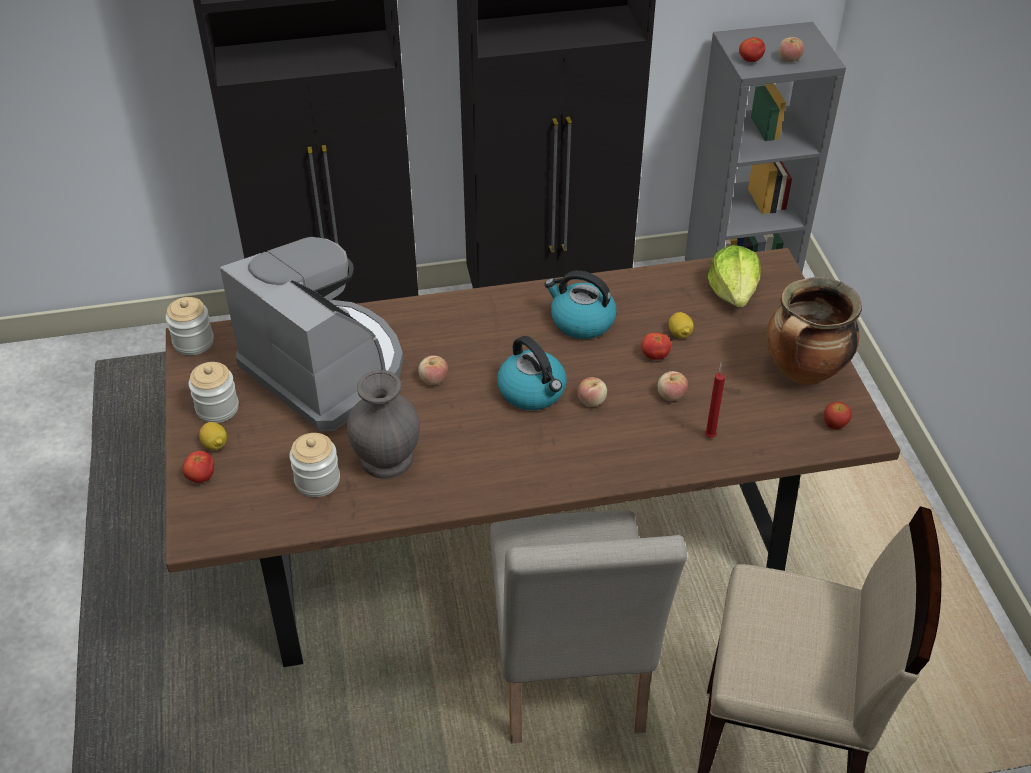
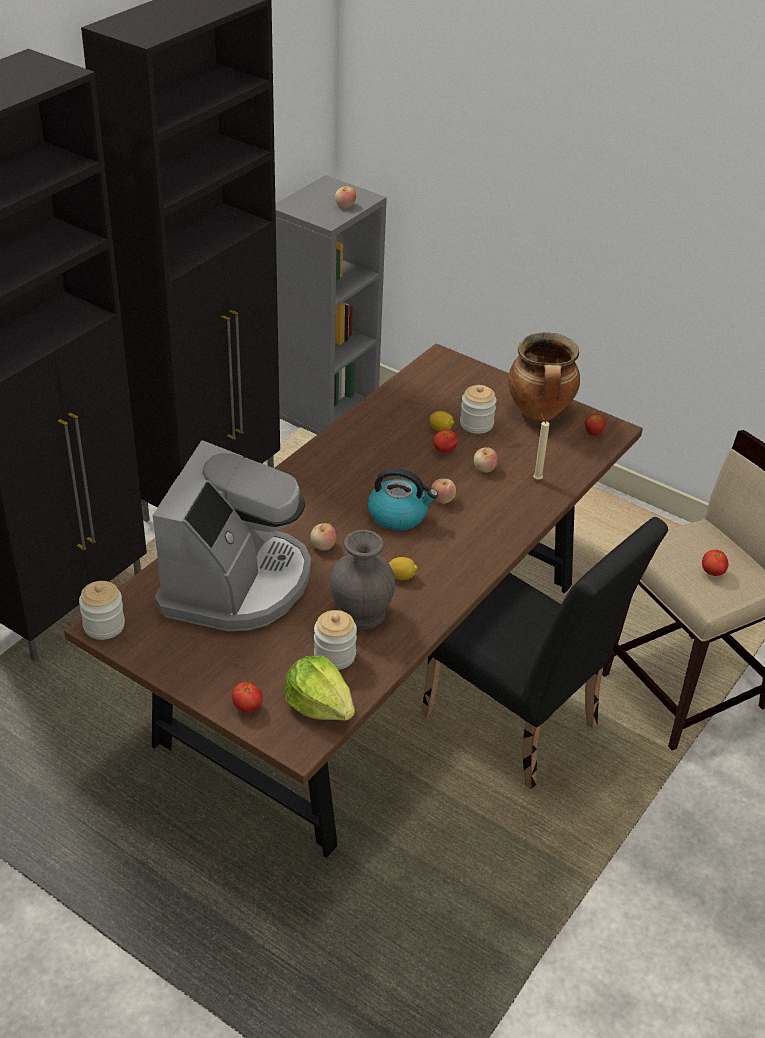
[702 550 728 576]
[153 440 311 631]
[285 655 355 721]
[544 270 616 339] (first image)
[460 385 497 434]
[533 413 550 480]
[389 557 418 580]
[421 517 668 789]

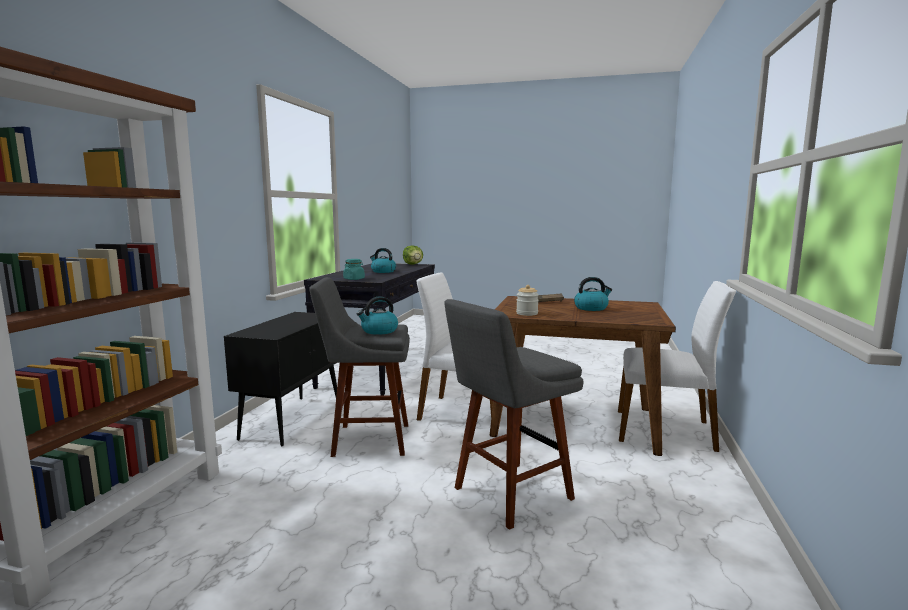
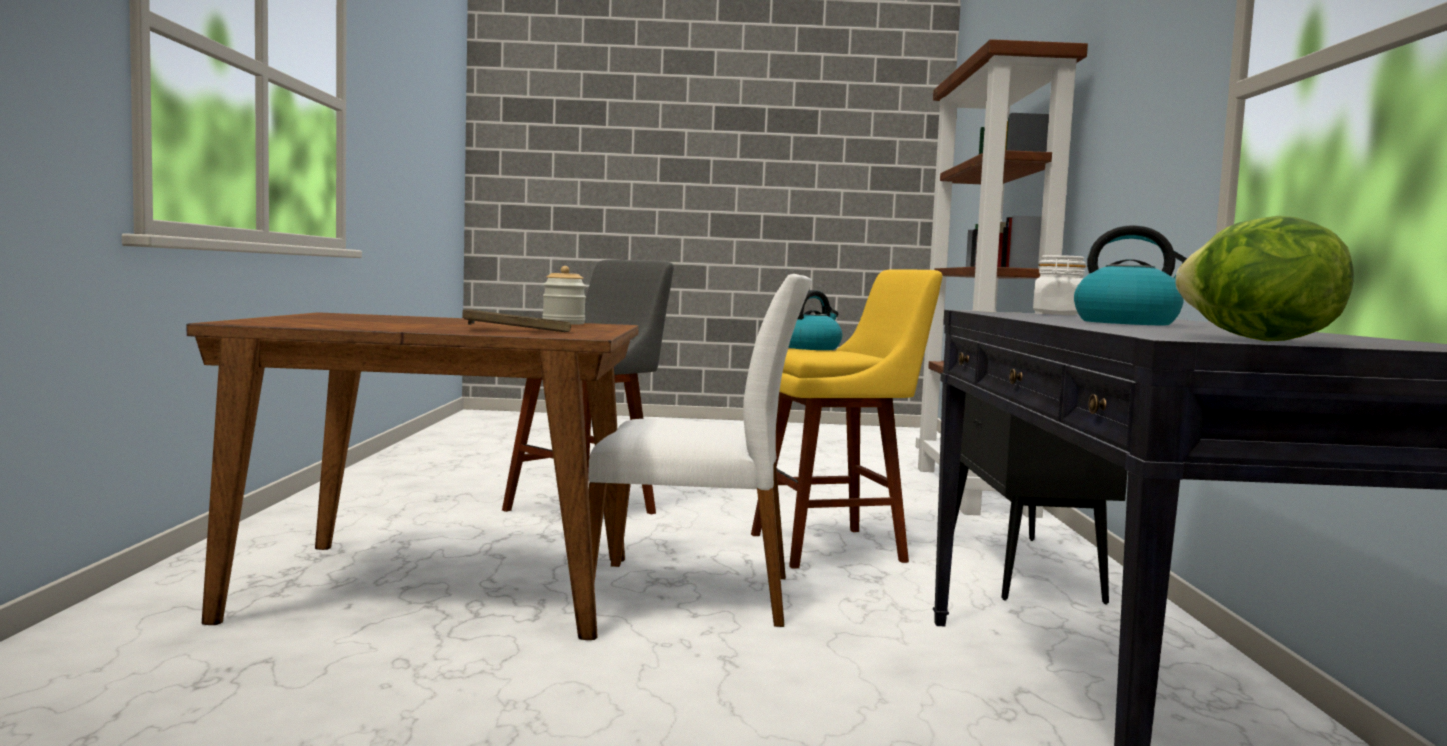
[1033 255 1086 315]
[751 269 943 569]
[574 277 612 311] (first image)
[618 281 736 452] (first image)

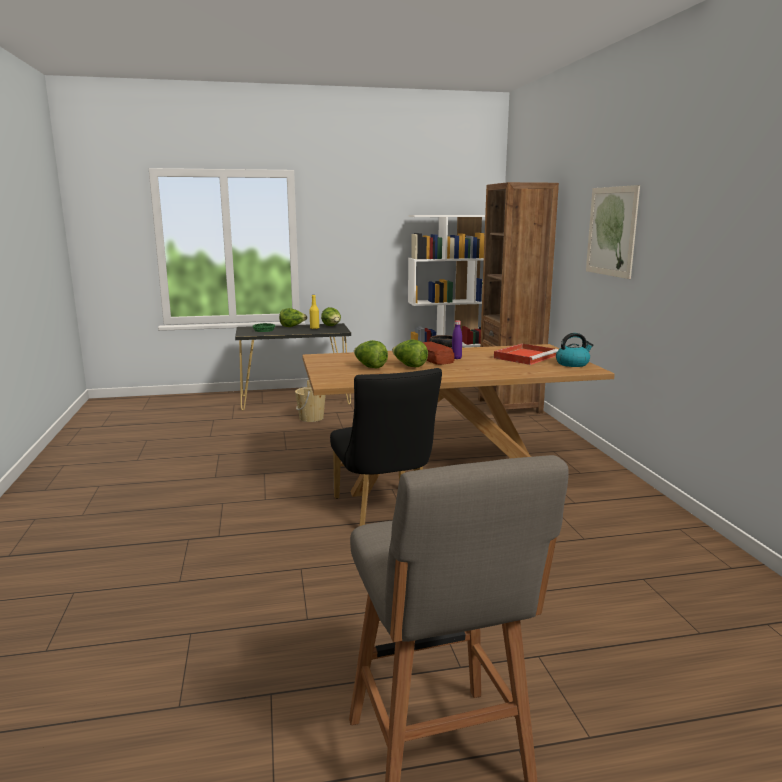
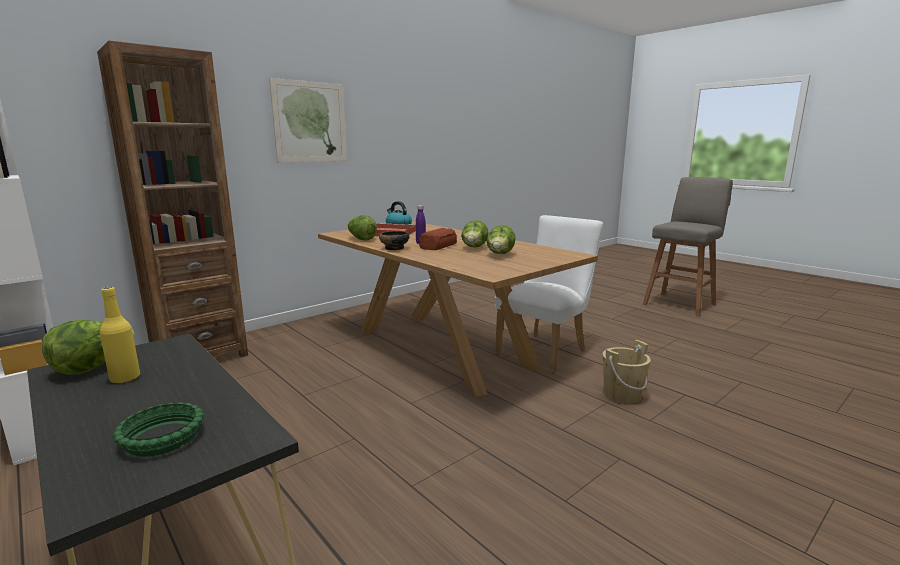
[348 215 377 241]
[495 215 603 373]
[603 340 651 404]

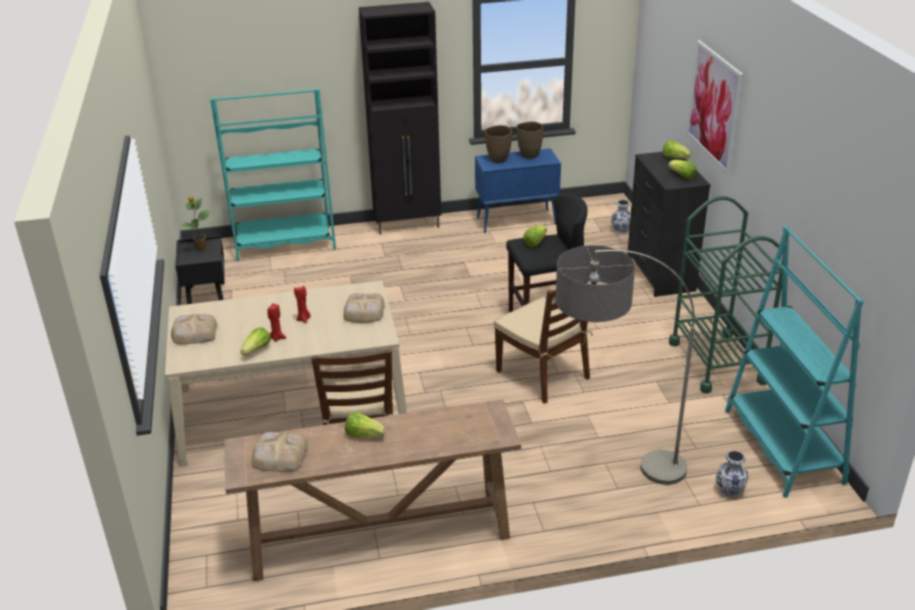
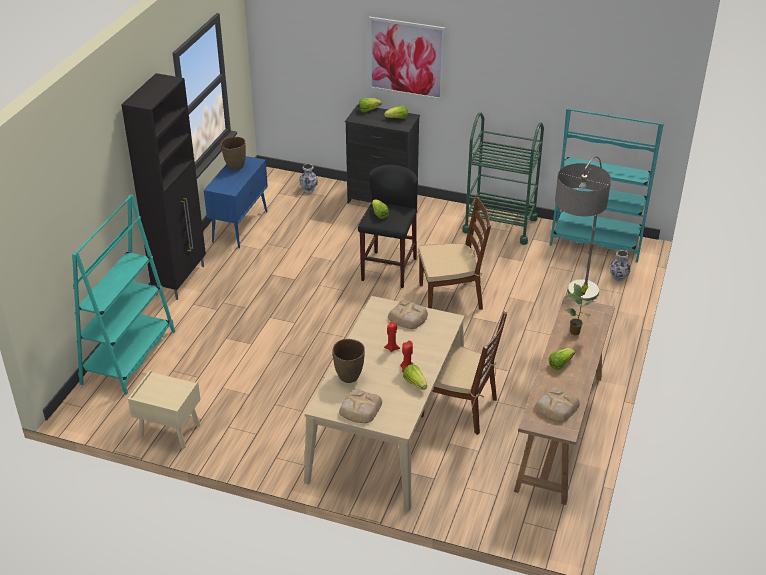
[333 339 365 383]
[564 283 596 335]
[128 370 201 449]

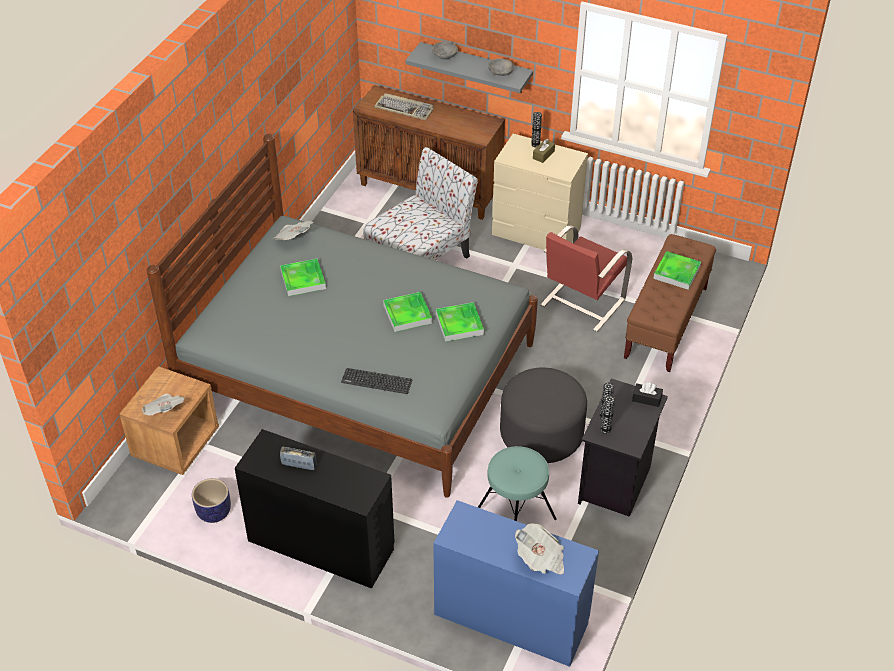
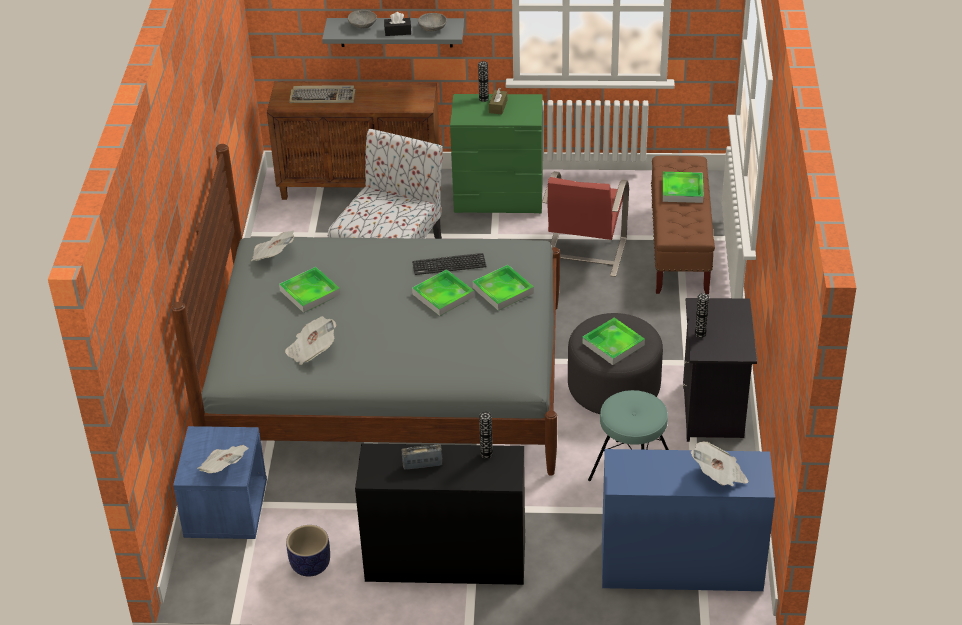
[450 94 543 213]
[173 426 267 539]
[412 253 486 275]
[384 12 411 36]
[479 412 493 459]
[285 316 337 365]
[582 317 645 365]

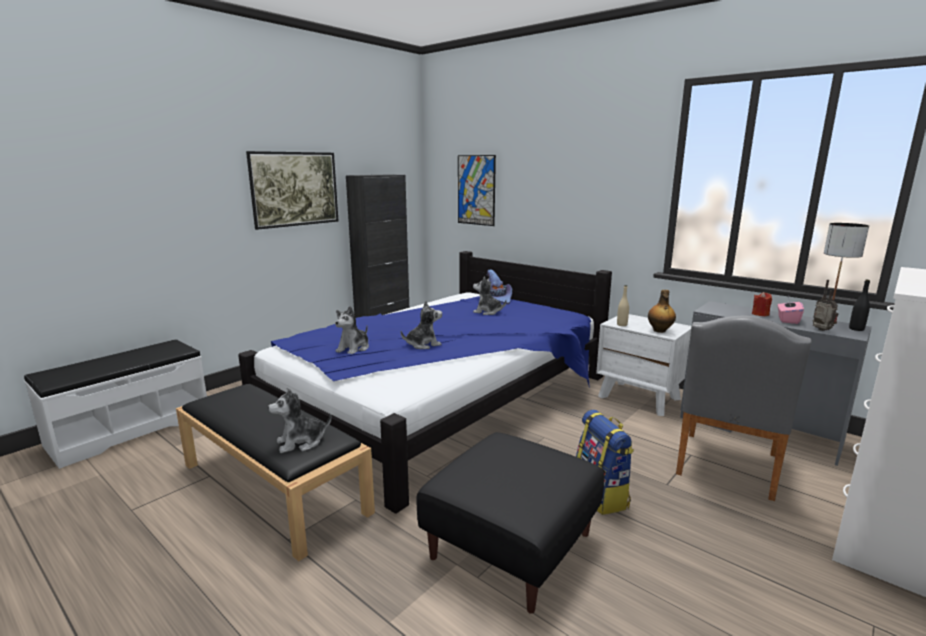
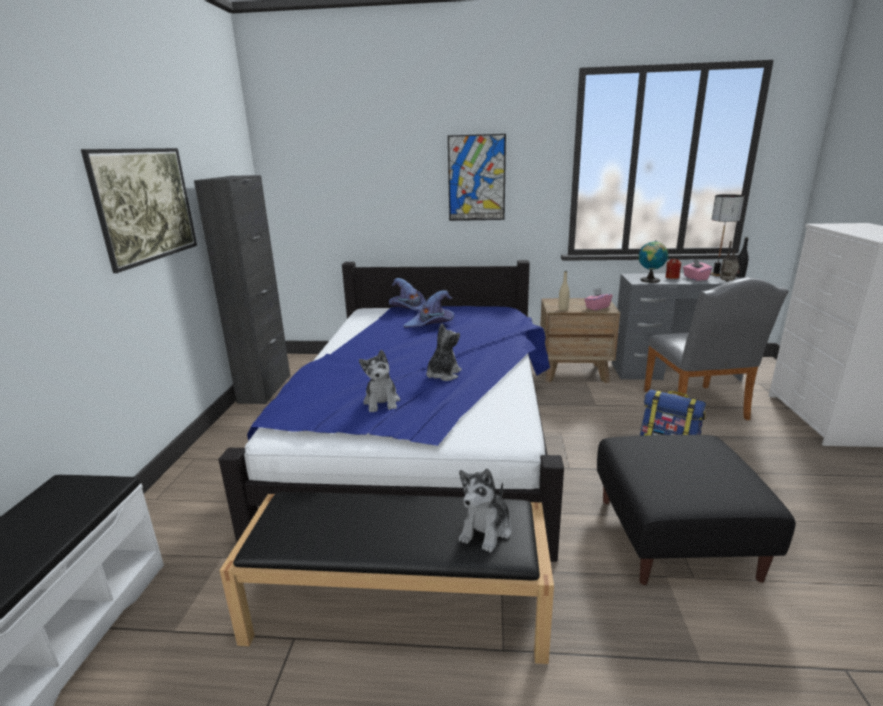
[448 134 506 221]
[404 290 454 328]
[584 288 612 310]
[540 298 620 383]
[638 240 668 283]

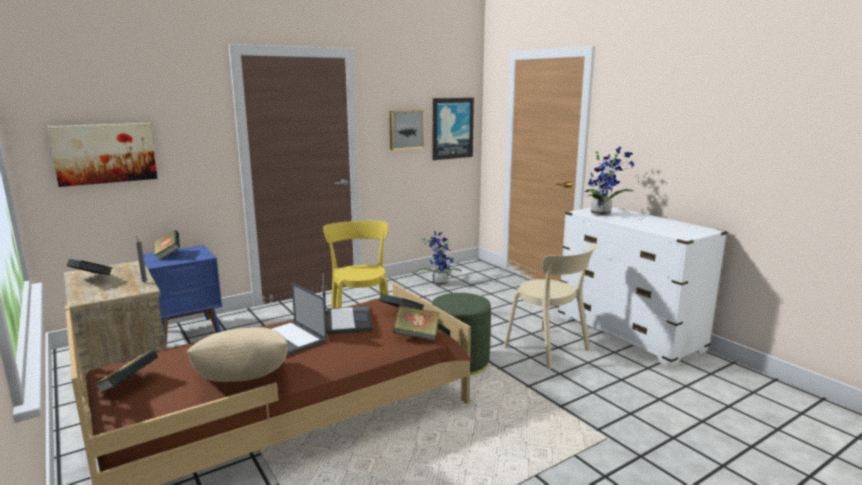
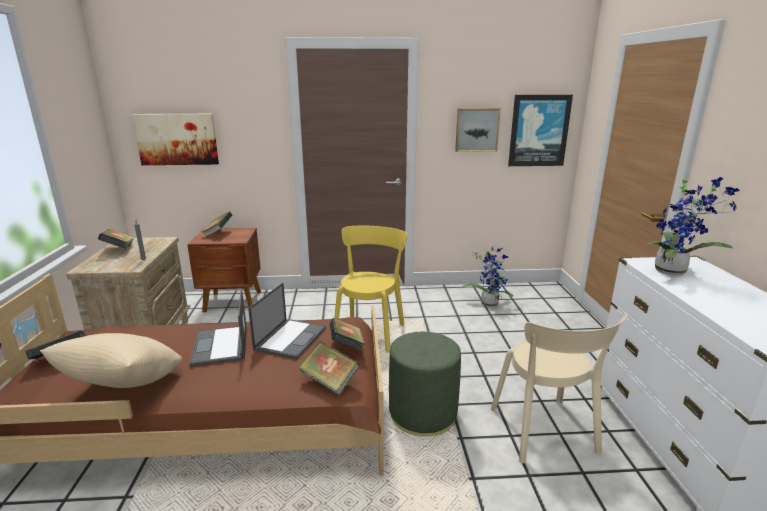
[187 228 261 313]

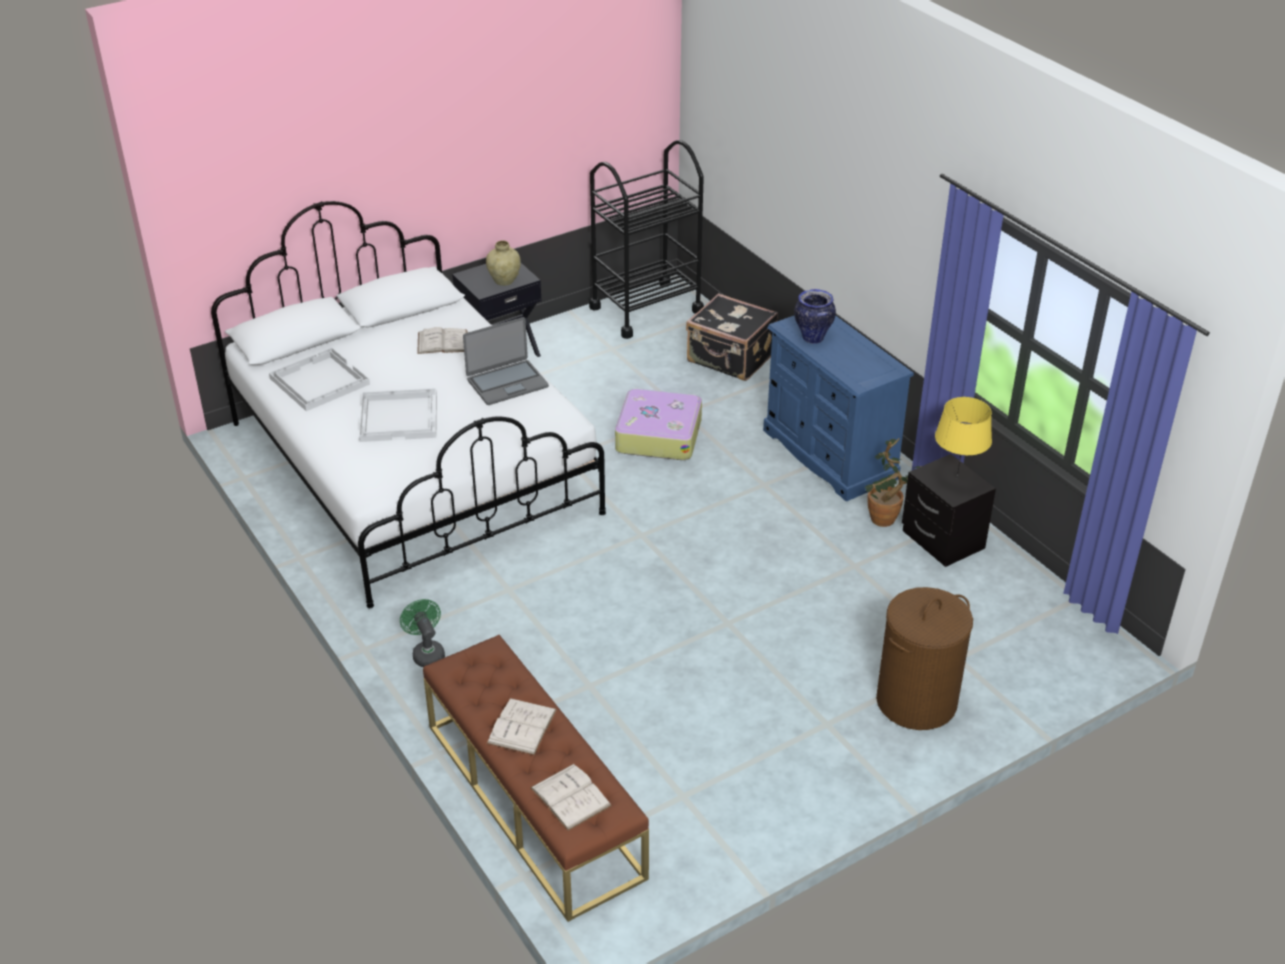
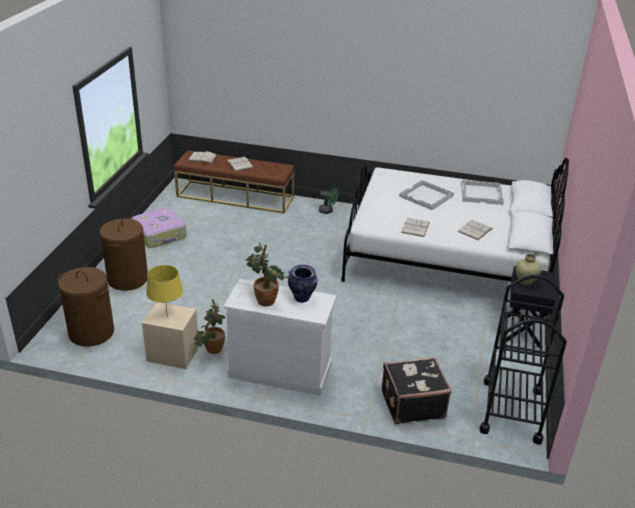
[224 279 337 396]
[401 218 430 237]
[131 207 187 248]
[142 302 198 369]
[246 242 289 307]
[58 267 114 347]

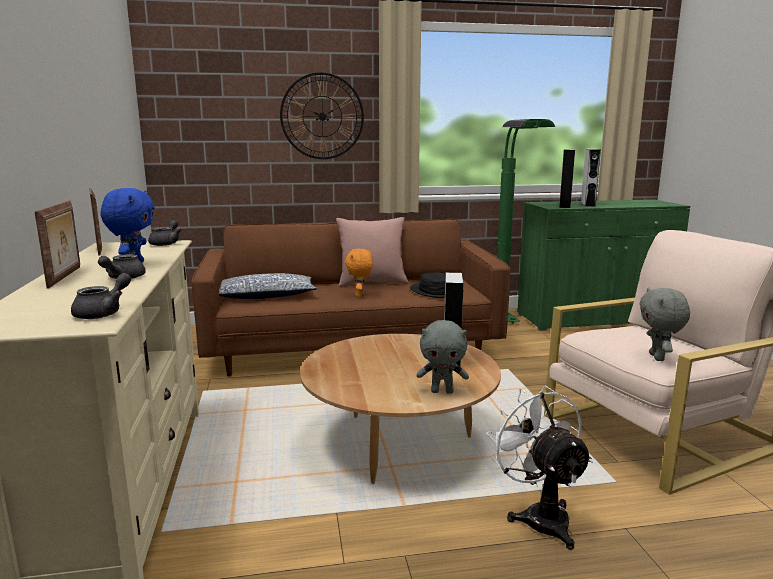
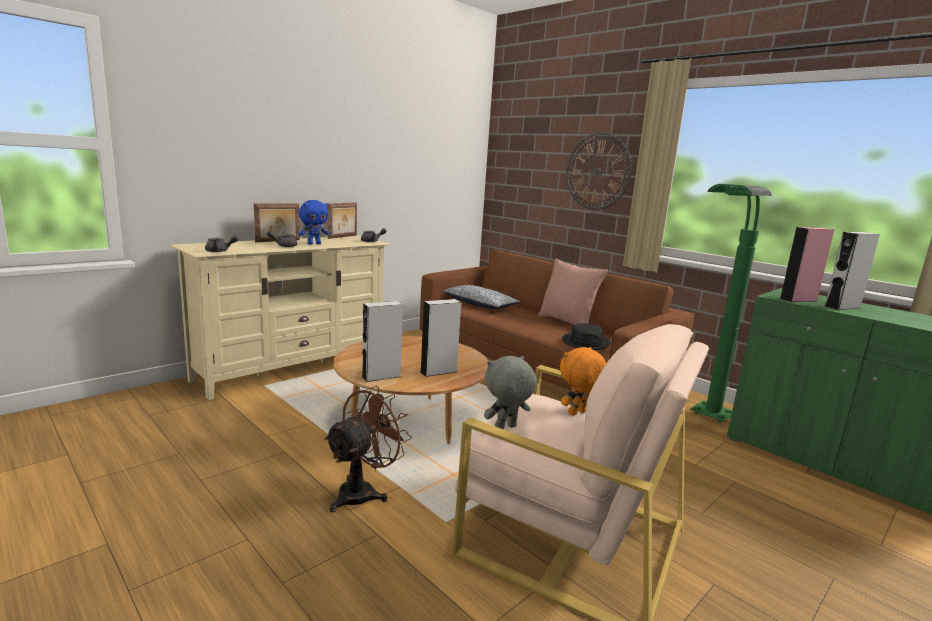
[560 347 606 416]
[362 301 403 382]
[324 386 412 512]

